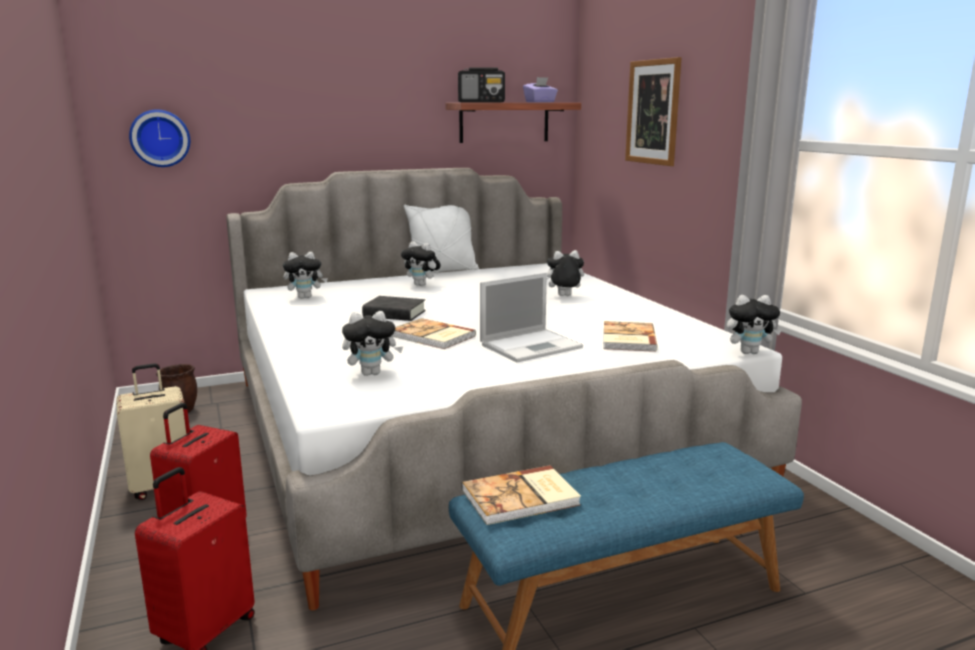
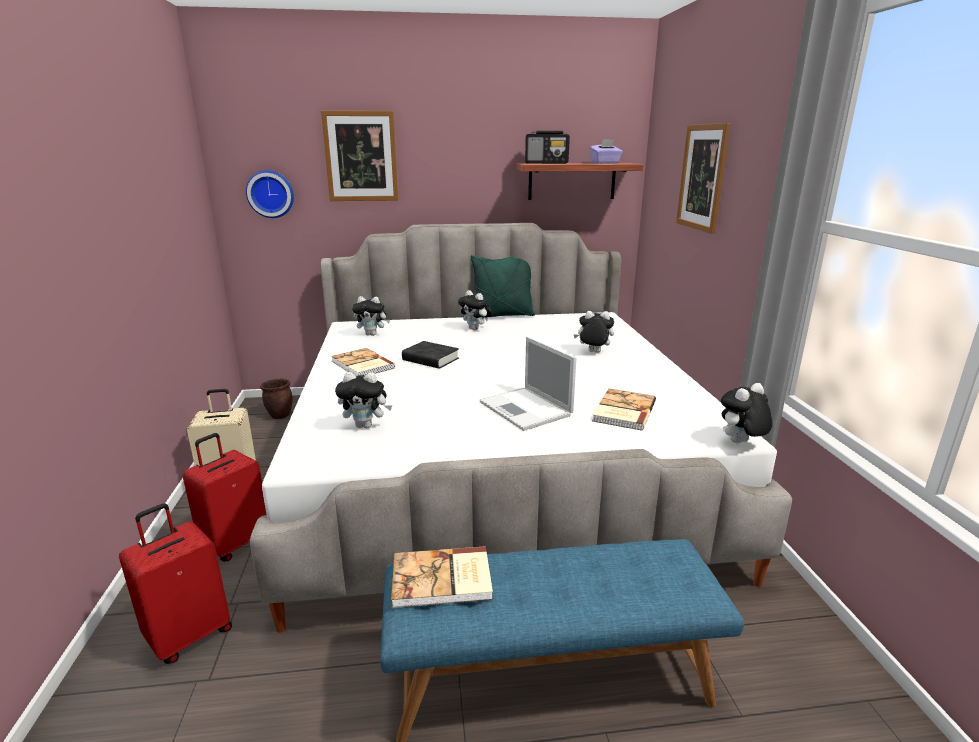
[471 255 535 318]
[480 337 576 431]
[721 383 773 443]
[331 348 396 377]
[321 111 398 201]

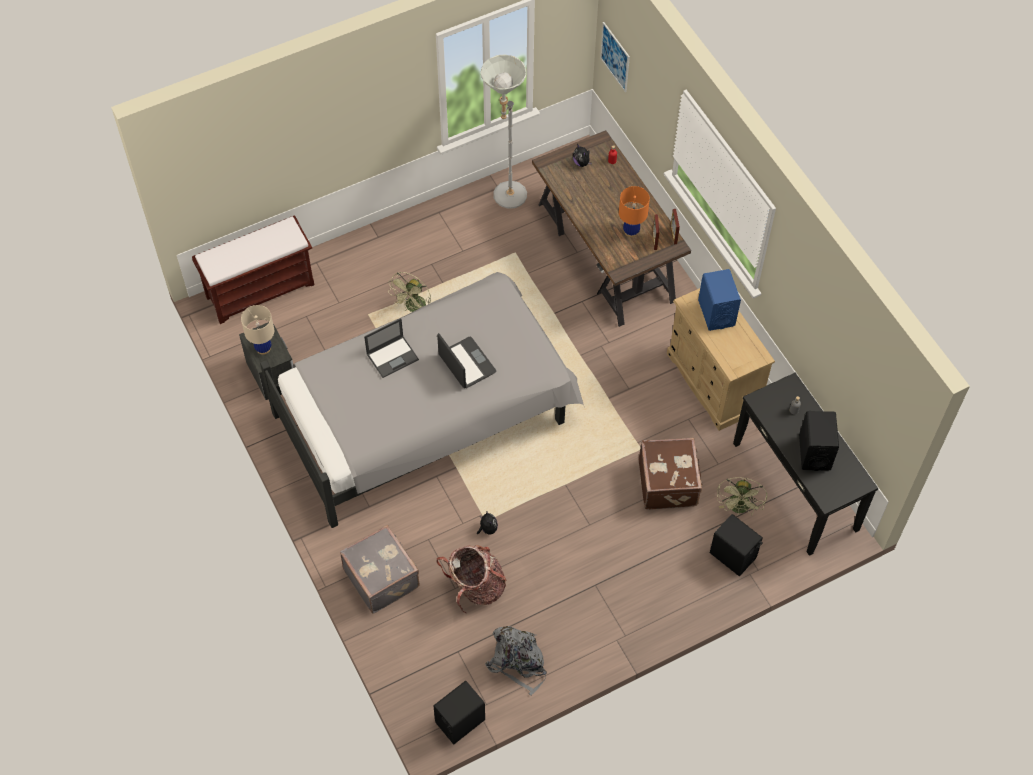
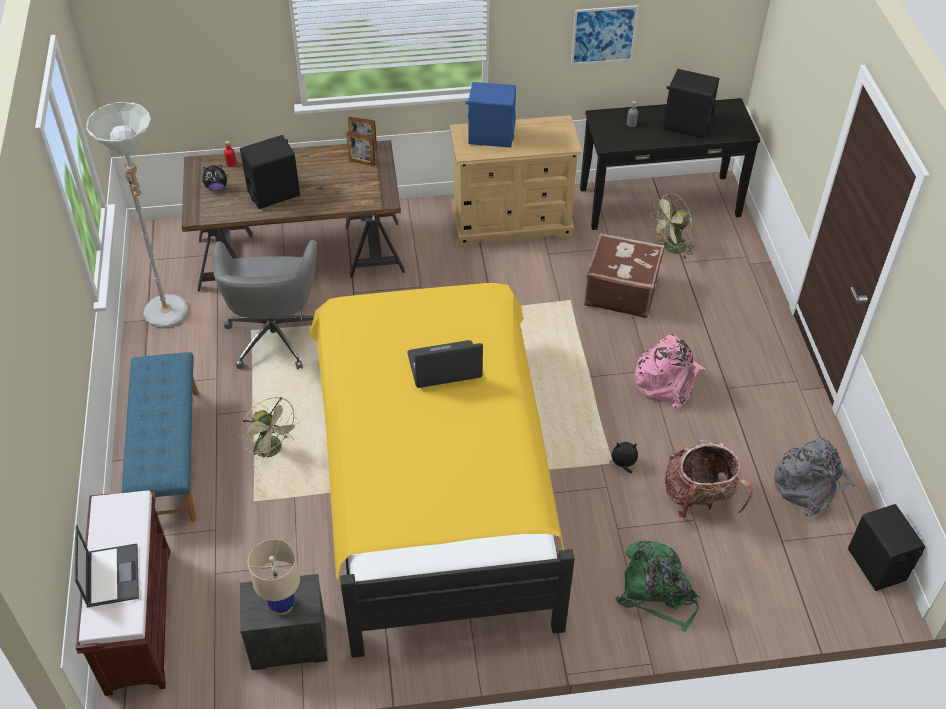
[571 5 639 65]
[619 186 650 237] (first image)
[309 283 575 658]
[75 525 139 607]
[650 193 694 259]
[240 135 300 209]
[616 541 701 632]
[213 240 317 369]
[635 334 705 409]
[122 352 199 522]

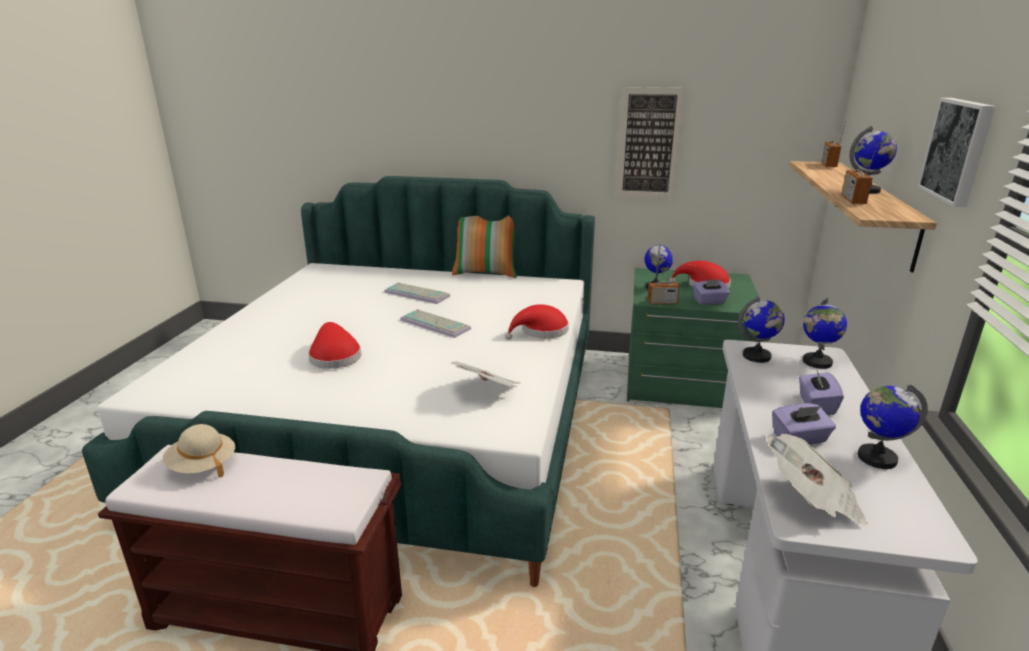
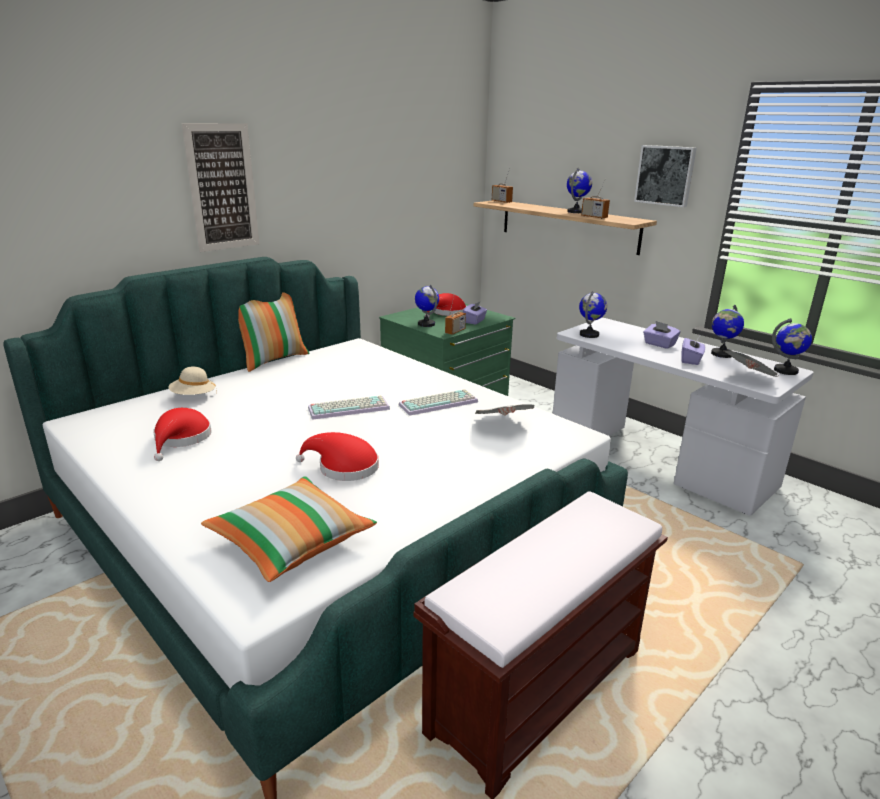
[182 123 259 252]
[399 389 478 416]
[772 318 812 375]
[153 408 212 461]
[168 366 217 395]
[201 476 377 582]

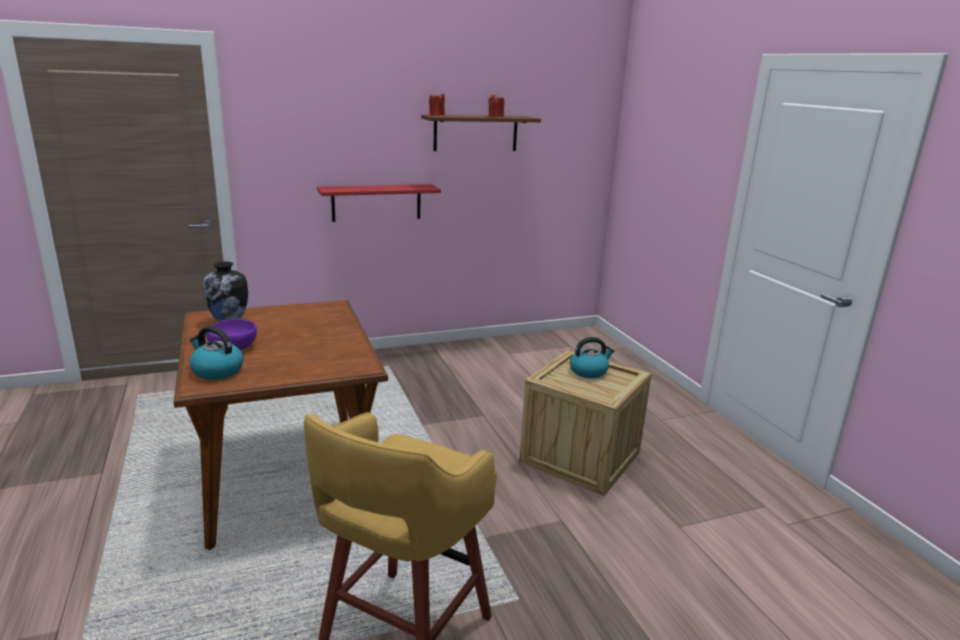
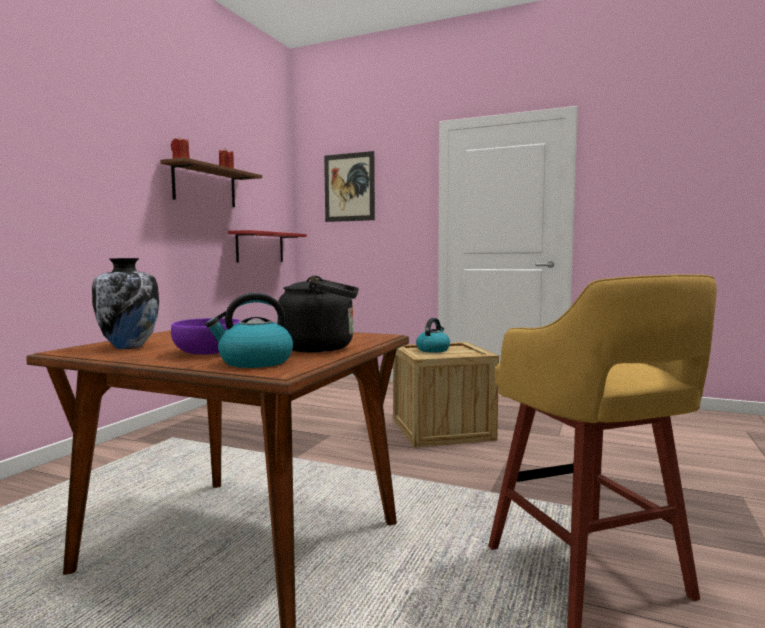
[228 230 307 263]
[324 151 375 222]
[278 276 359 352]

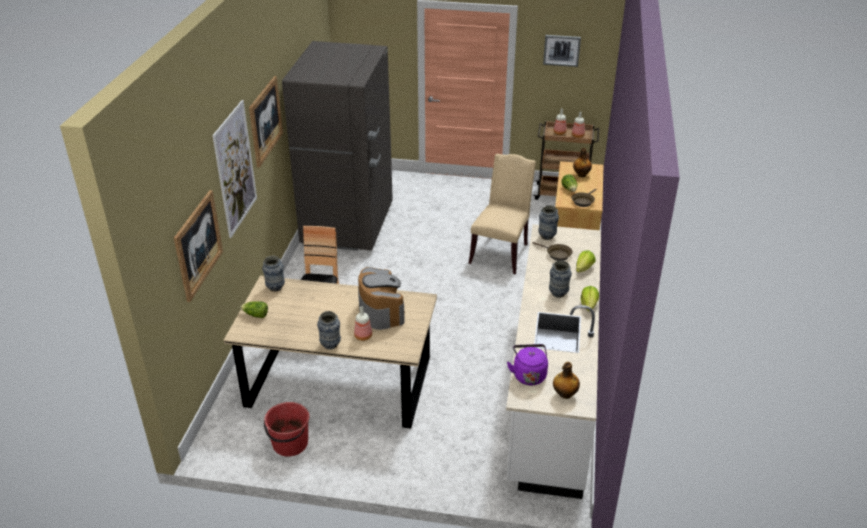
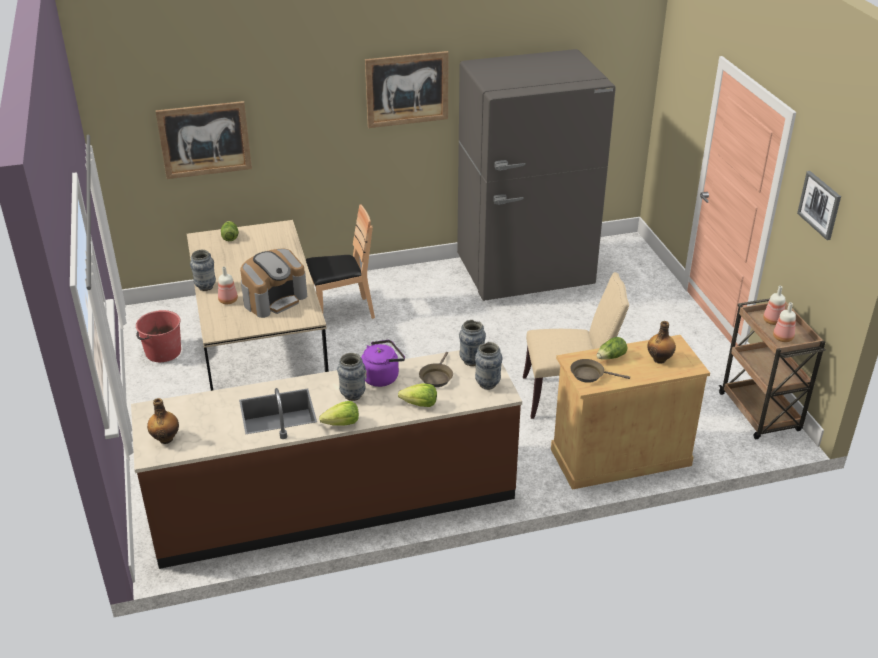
[212 100 257 238] (first image)
[131 350 522 569]
[475 342 503 390]
[361 340 405 387]

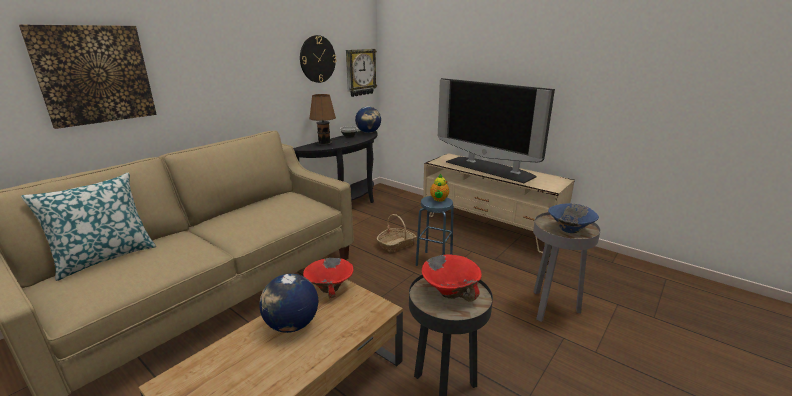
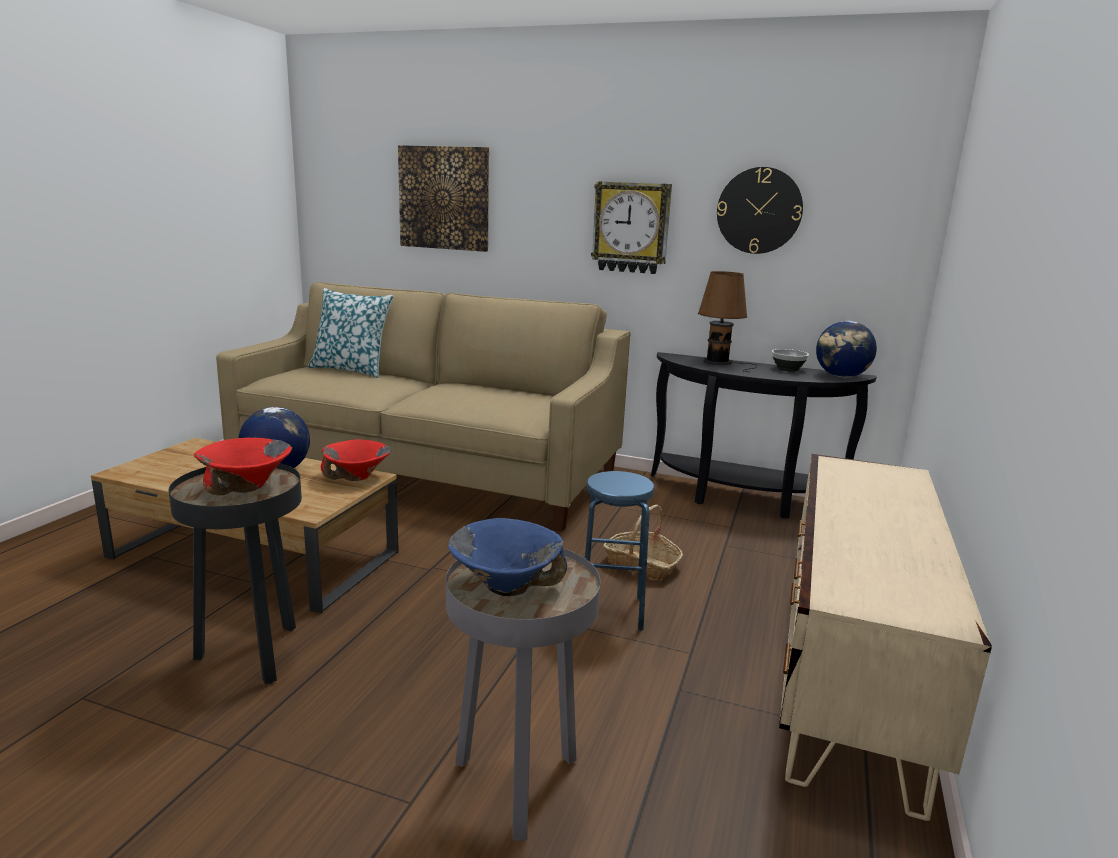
[591 181 672 274]
[438 78 555 183] (first image)
[430 174 449 202] (first image)

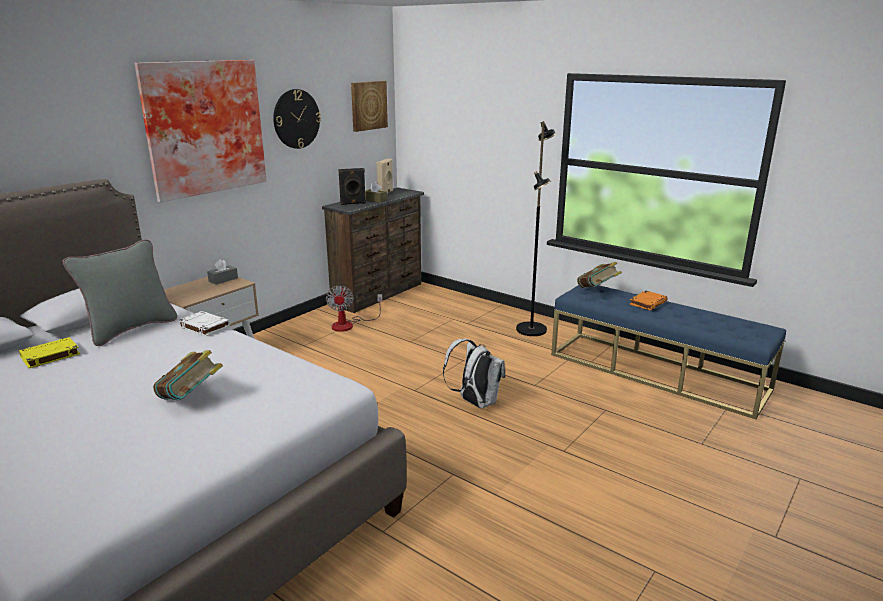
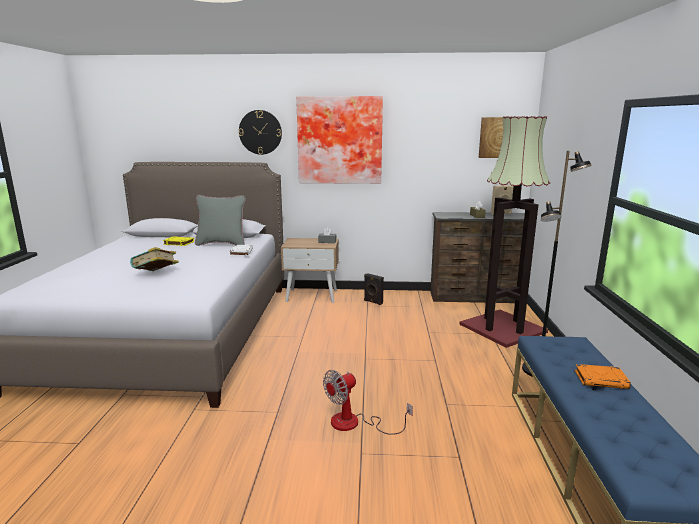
[239 110 282 155]
[364 273 384 305]
[577 262 622 288] (first image)
[323 370 413 435]
[443 339 505 409] (first image)
[459 116 550 348]

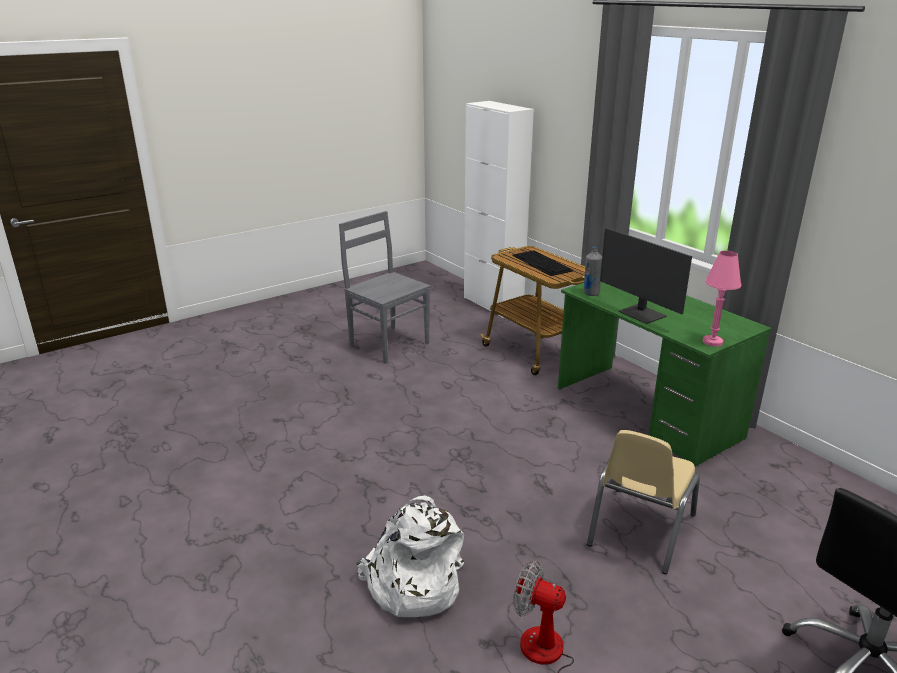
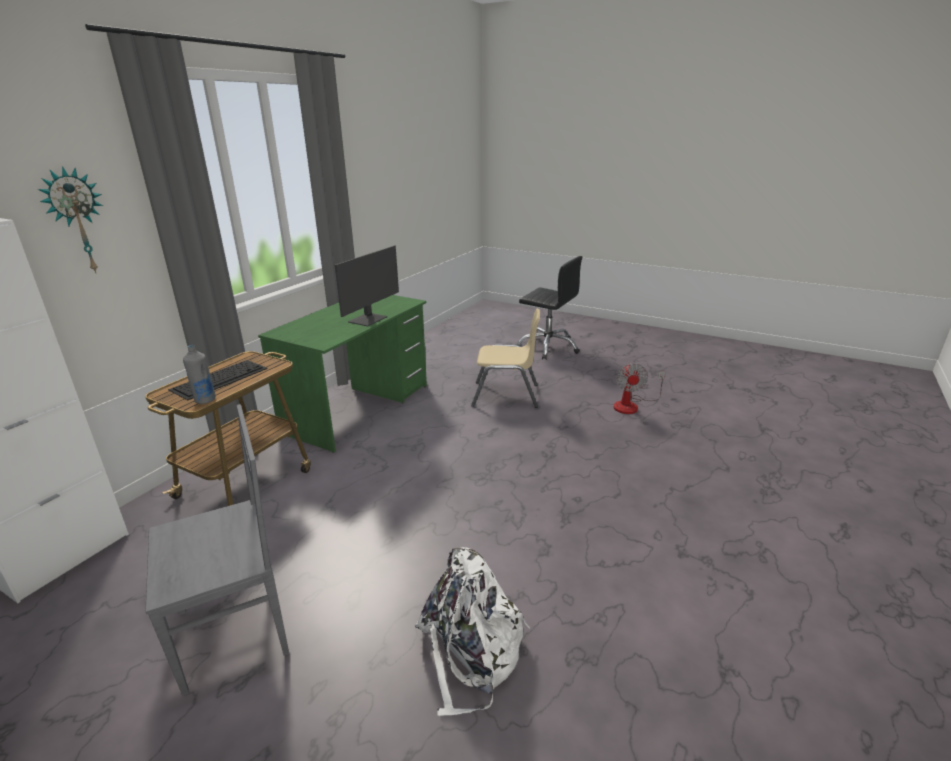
[145 404 289 696]
[183 345 216 404]
[703 251 741 347] (first image)
[415 547 530 716]
[38 166 103 273]

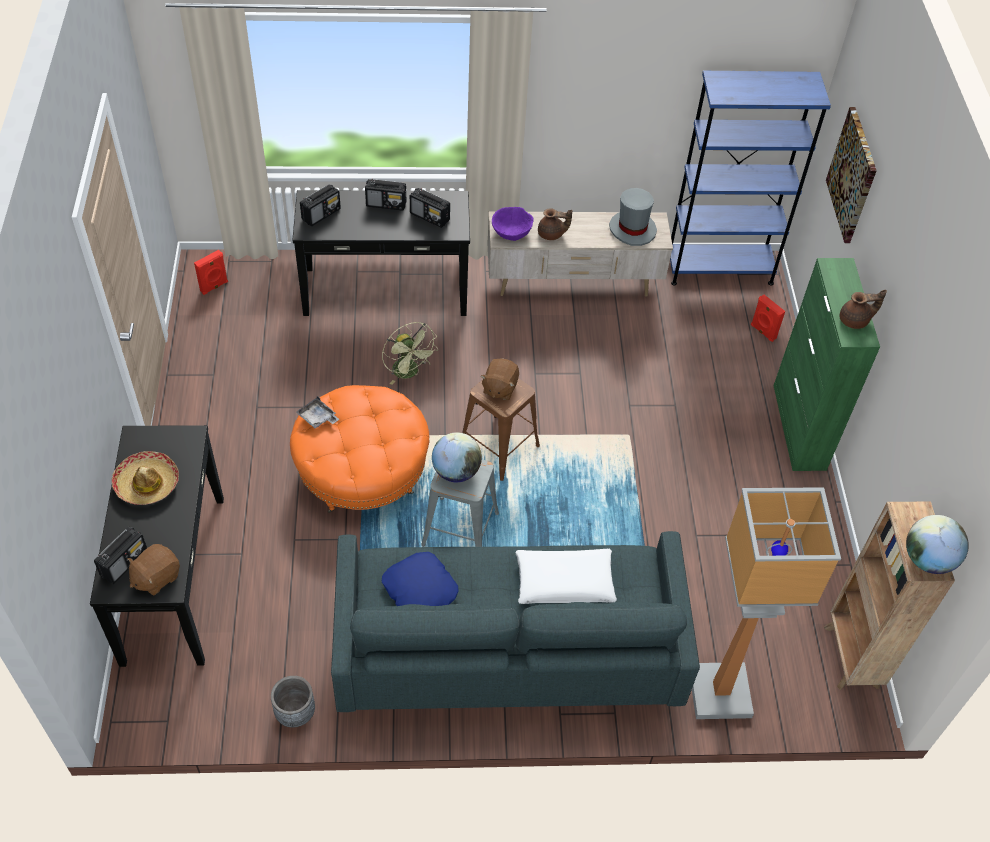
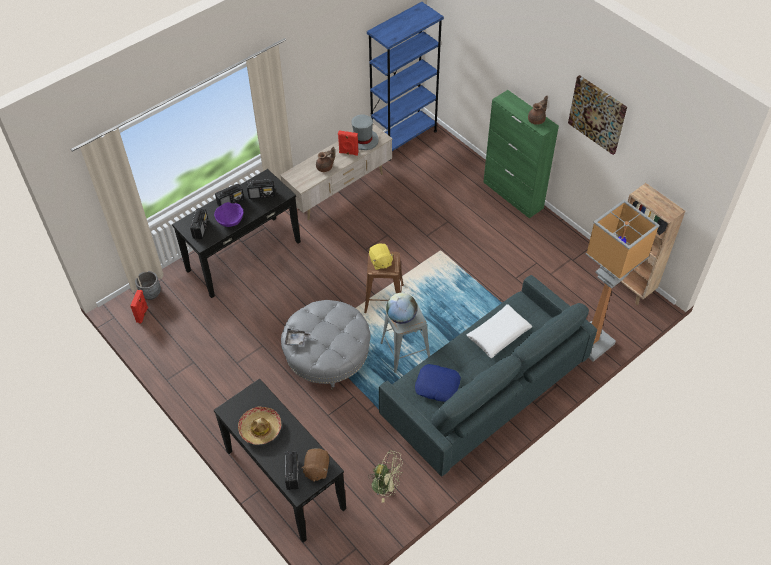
[568 75 627 155]
[214 202 244 227]
[338 130 358 156]
[368 450 403 503]
[369 243 394 270]
[281 300 371 390]
[906 515 969 574] (first image)
[135 271 161 300]

